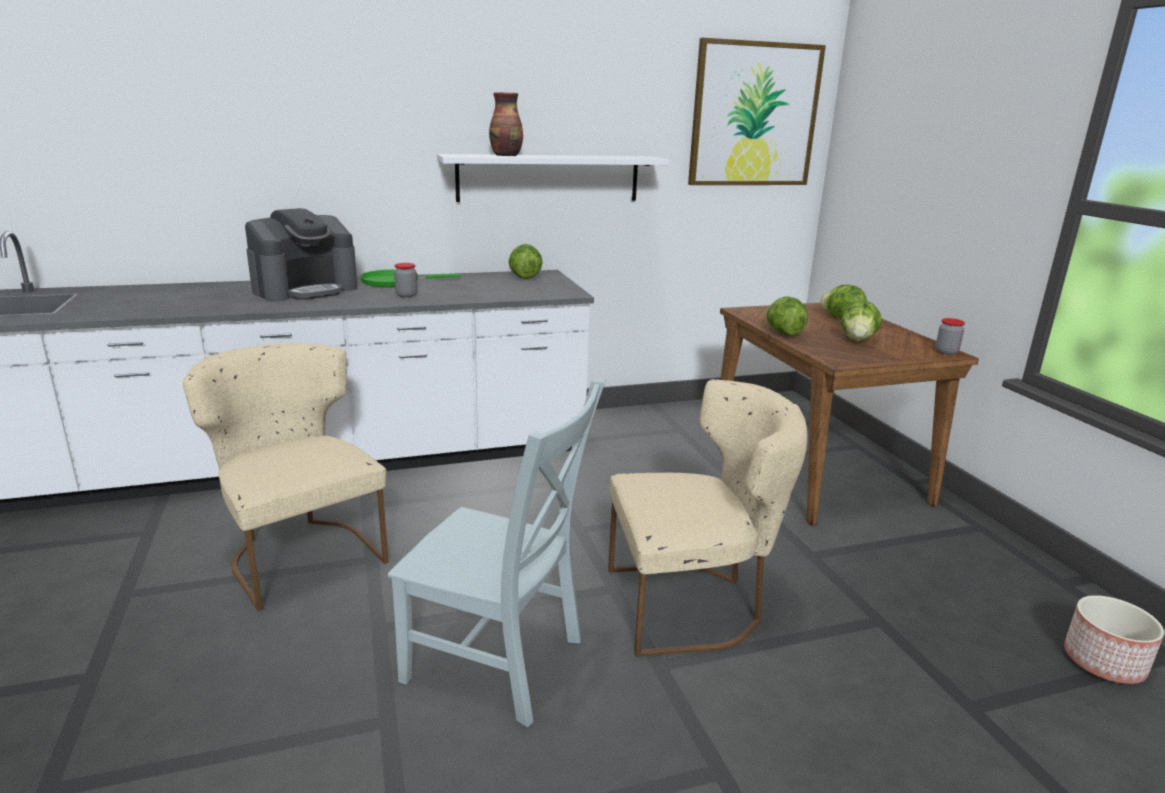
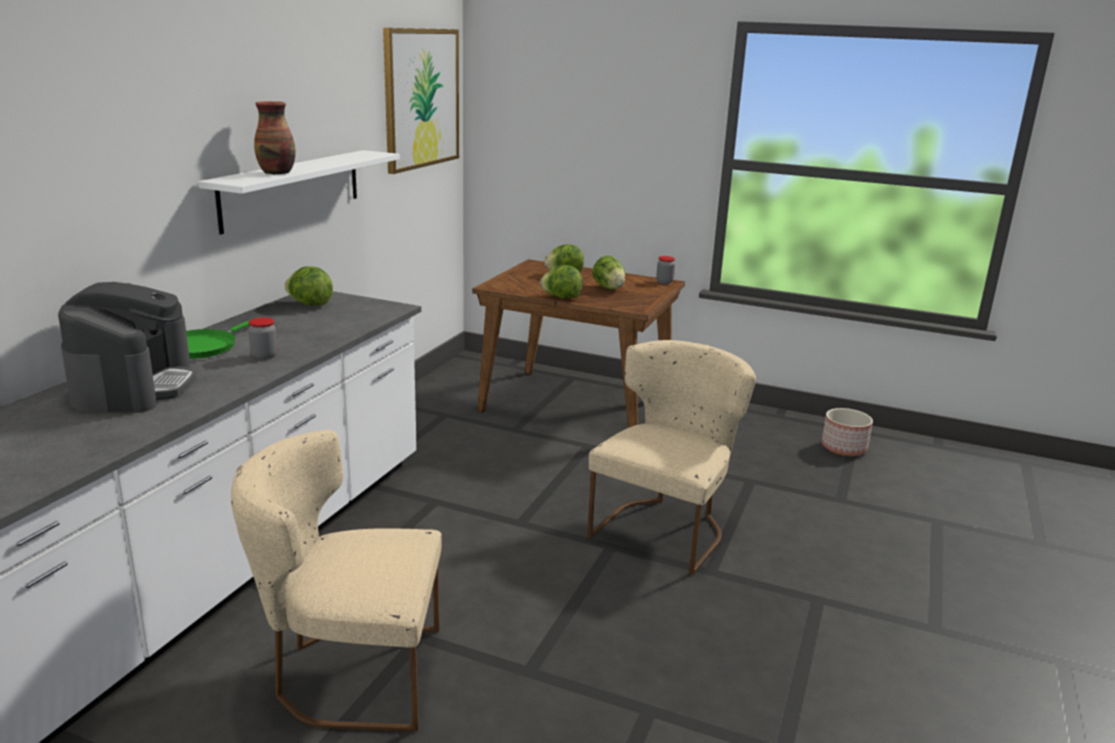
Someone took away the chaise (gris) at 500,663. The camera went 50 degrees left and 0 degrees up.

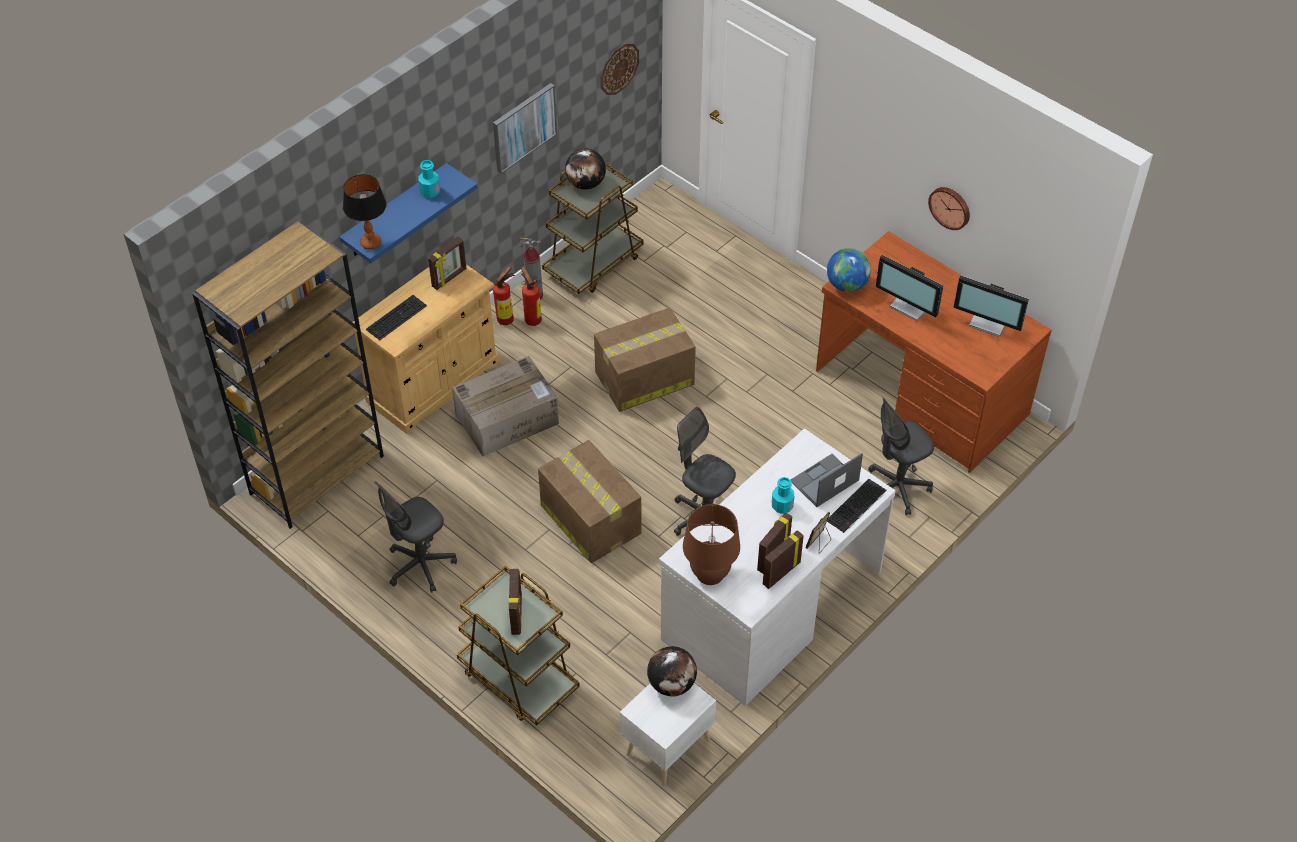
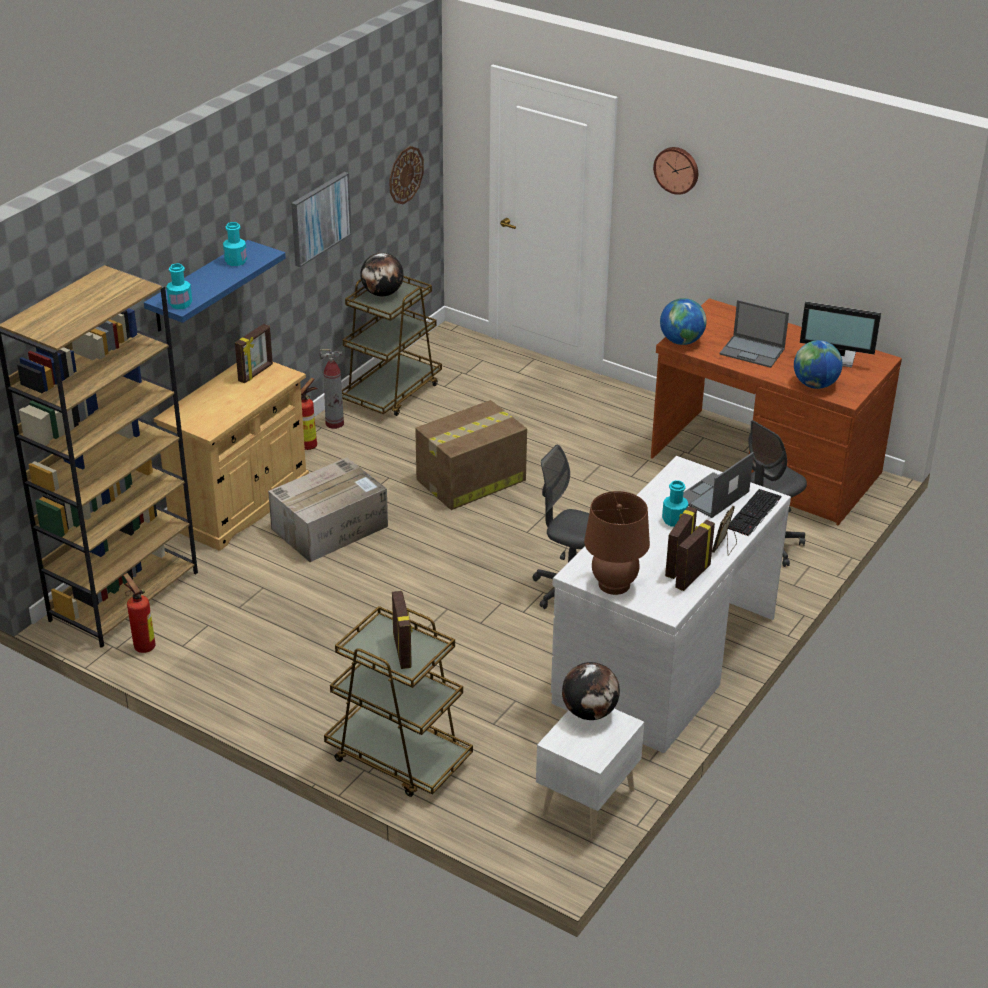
Someone swapped the lampe de table at 371,243 for the bouteille (turquoise) at 180,304. Someone carried the horloge murale from 950,207 to 677,169. Someone swapped the écran d'ordinateur at 911,306 for the ordinateur portable at 753,351. Someone carried the extincteur from 532,319 to 143,645. Someone took away the clavier at 396,317. Someone took away the carton at 589,518. Someone took away the chaise de bureau (gris) at 420,565. Someone put down the globe at 815,385. The camera went 10 degrees left and 15 degrees down.

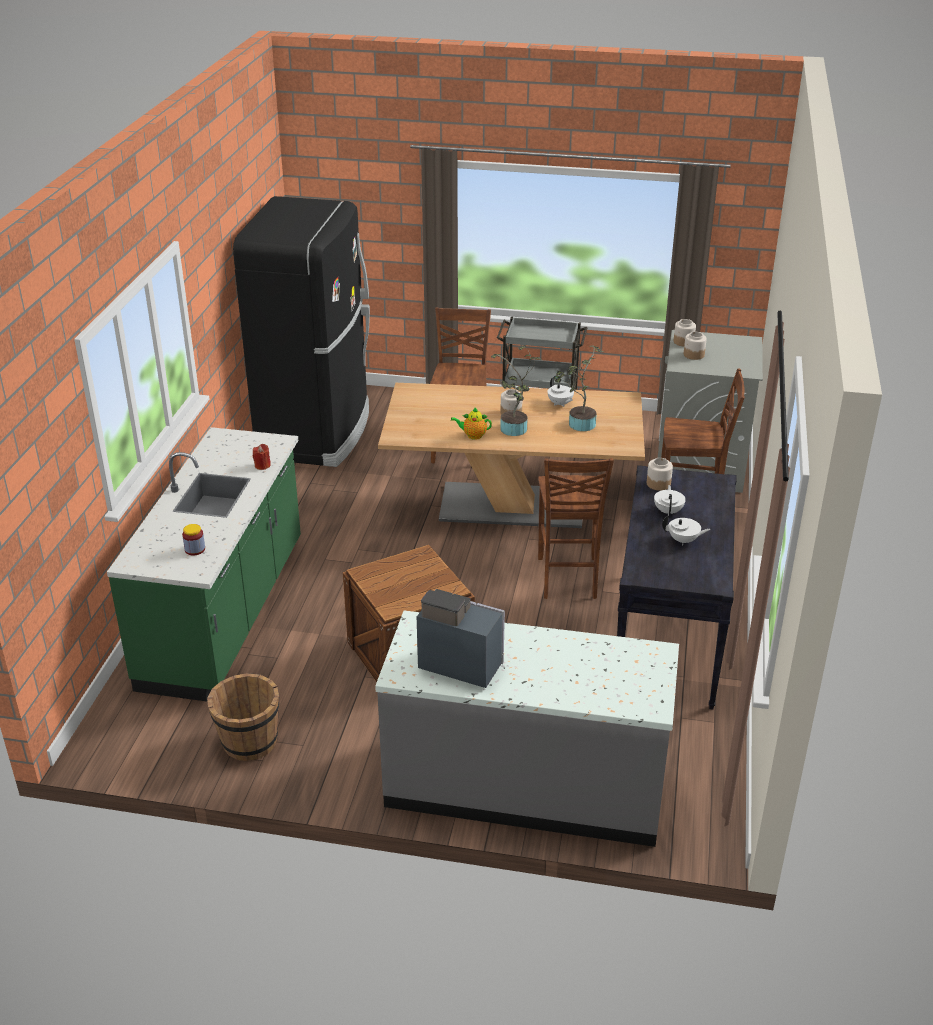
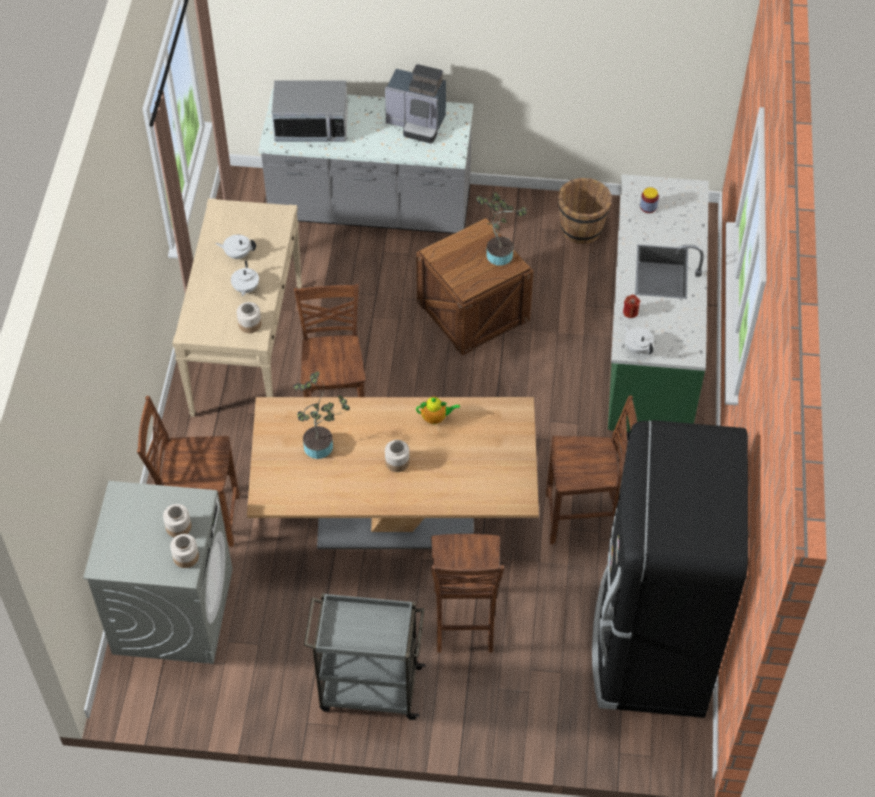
Someone carried the plante en pot from 514,431 to 498,252. Someone carried the théière (blanc) from 560,404 to 637,347. Someone repainted the table console (noir) at 669,638, which became the table console (beige) at 247,349. Someone put down the micro-ondes at 311,126. Someone put down the chaise (marron) at 584,519. The camera went 175 degrees right and 20 degrees up.

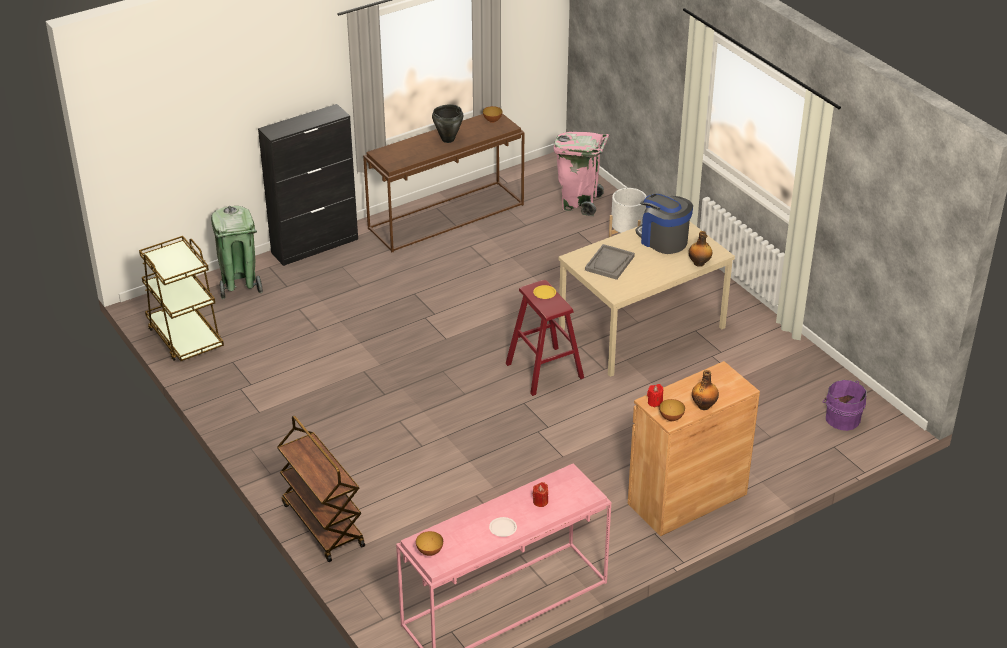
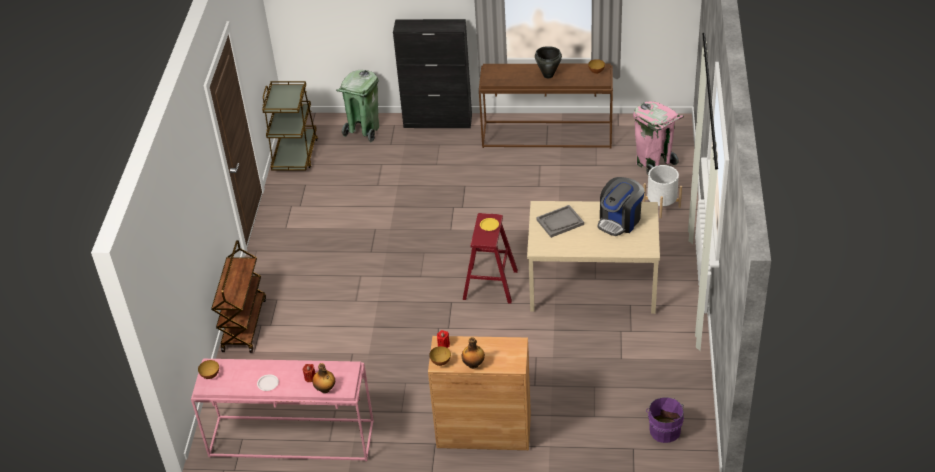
Someone rotated the machine à café at 663,240 by 135 degrees counterclockwise. Someone carried the bouteille from 699,263 to 325,389. The camera went 40 degrees right and 5 degrees up.

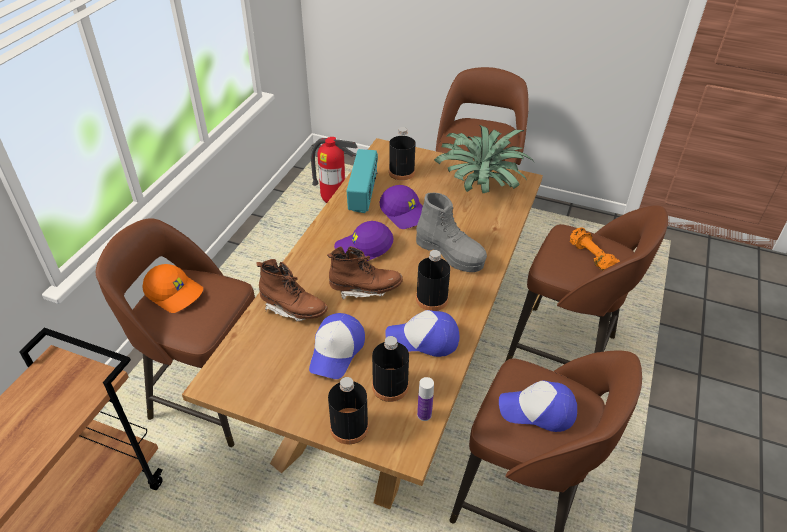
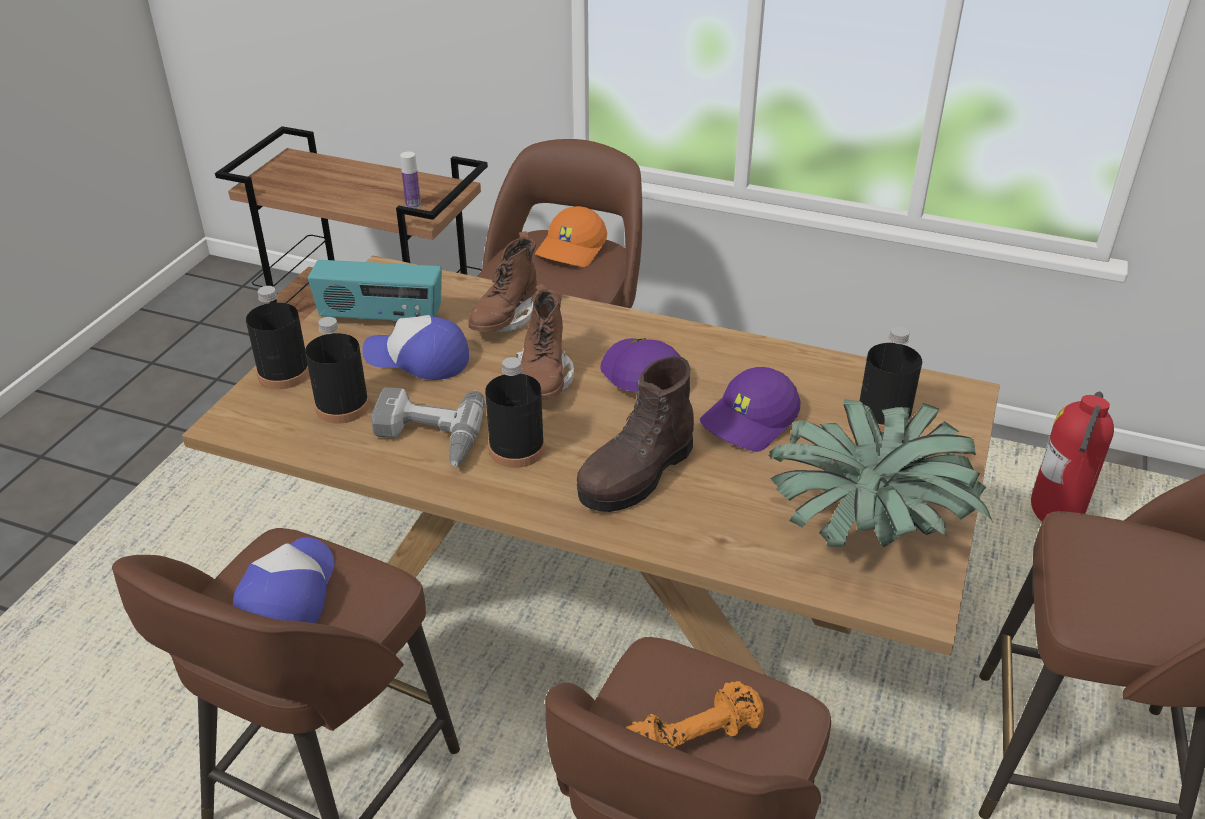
Someone carried the radio from 363,195 to 381,319. Someone repainted the botte (gris) at 450,253, which became the botte (marron) at 637,475. Someone swapped the casquette at 423,339 for the perceuse at 427,438. Someone carried the bouteille from 424,415 to 413,205. The camera went 90 degrees right and 5 degrees down.

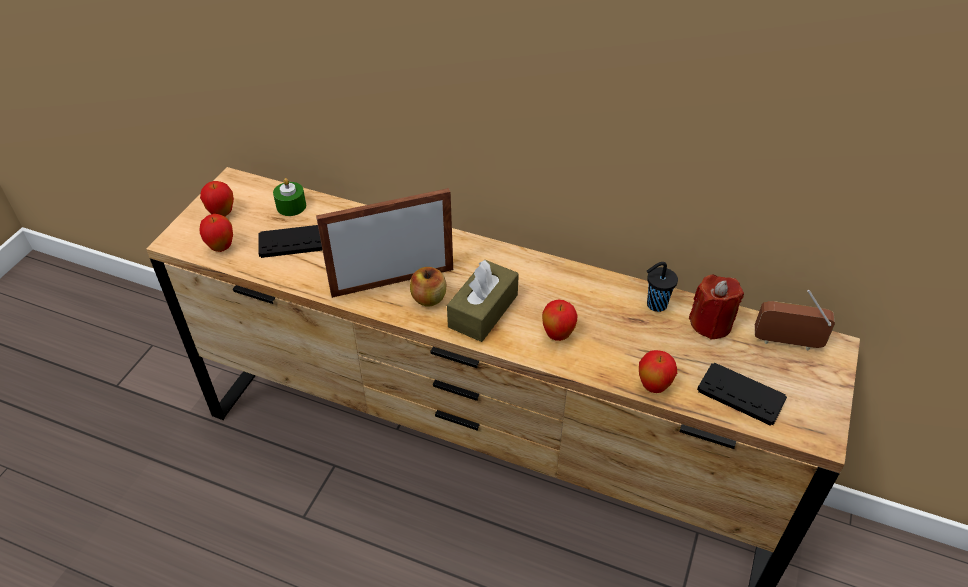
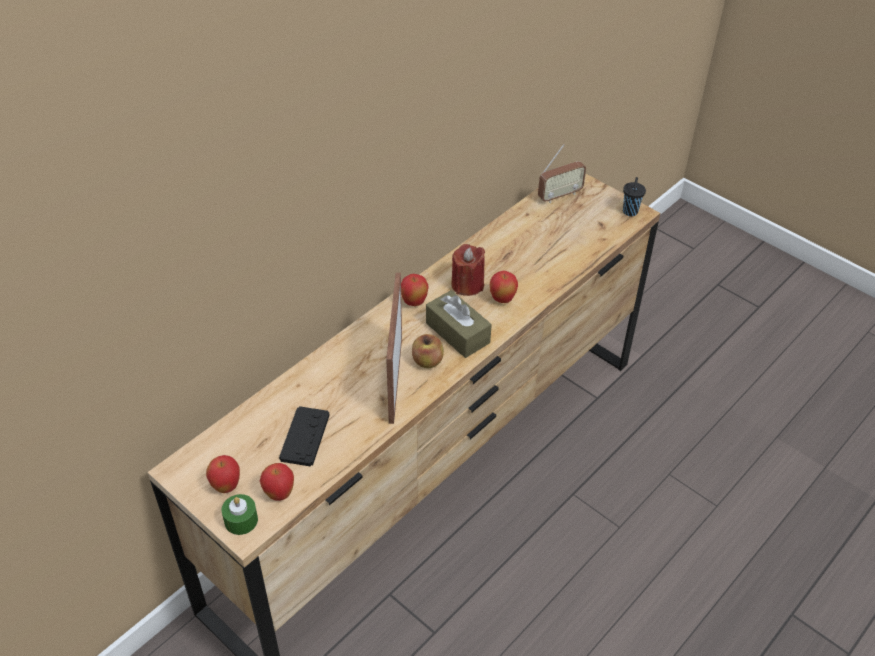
Someone carried the bougie (vert) from 291,206 to 241,520. Someone carried the tasse (noir) from 655,305 to 630,212. Someone carried the bougie (rouge) from 711,323 to 467,285. Someone rotated the radio at 786,342 by 150 degrees counterclockwise. Someone carried the pomme from 653,386 to 414,303. Someone took away the manette (noir) at 741,395. The camera went 70 degrees left and 0 degrees up.

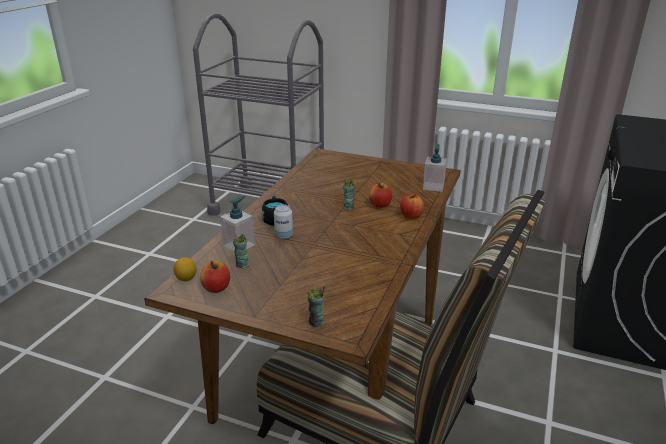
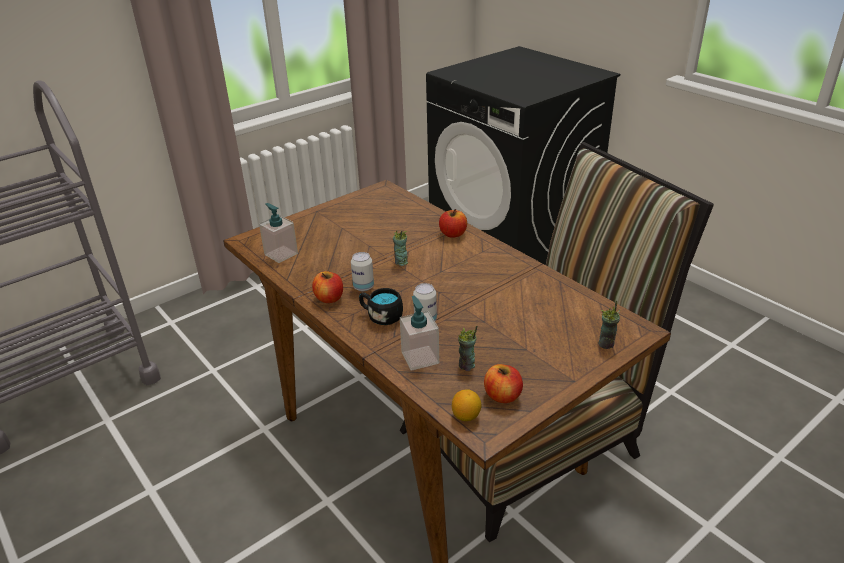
Someone carried the distributeur de savon from 433,186 to 281,254. Someone carried the pomme from 380,205 to 329,298. Someone put down the boîte métallique at 363,287. The camera went 60 degrees left and 5 degrees up.

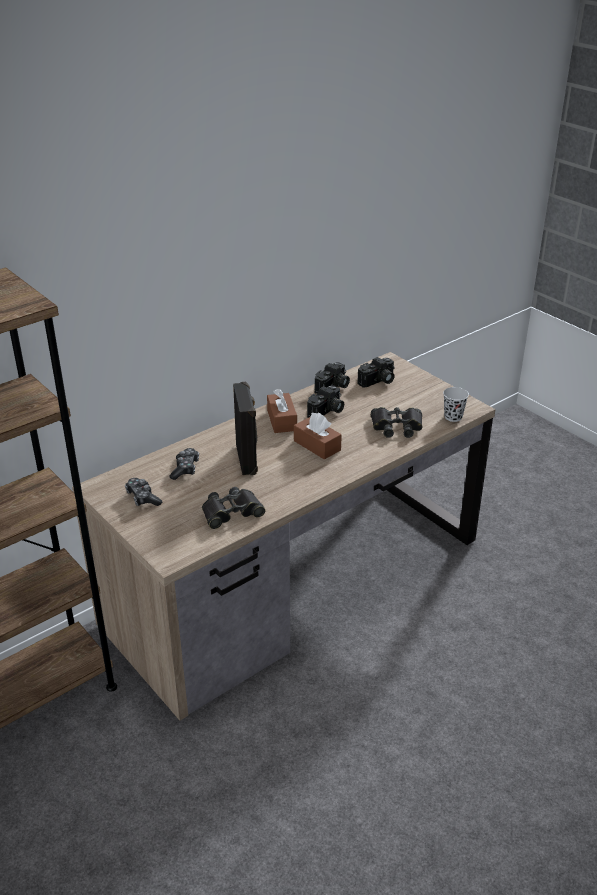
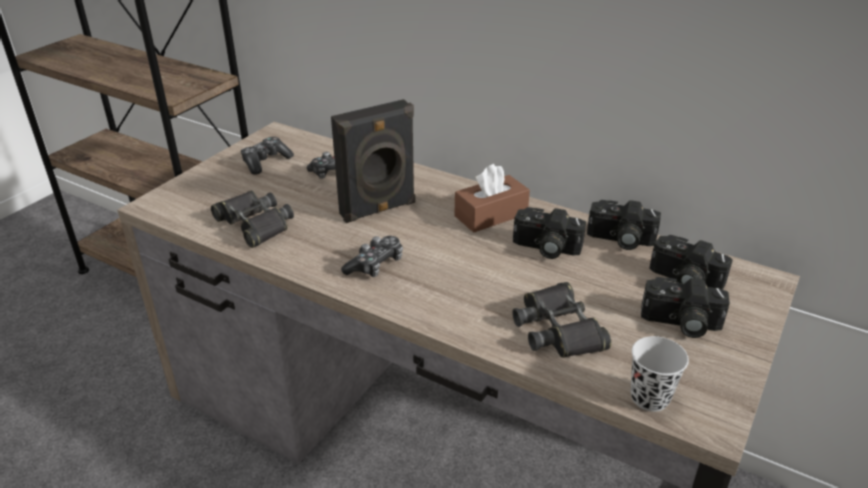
Someone took away the boîte à mouchoirs (marron) at 317,445. Someone put down the manette at 375,265. Someone put down the appareil photo at 680,323. The camera went 70 degrees right and 0 degrees up.

